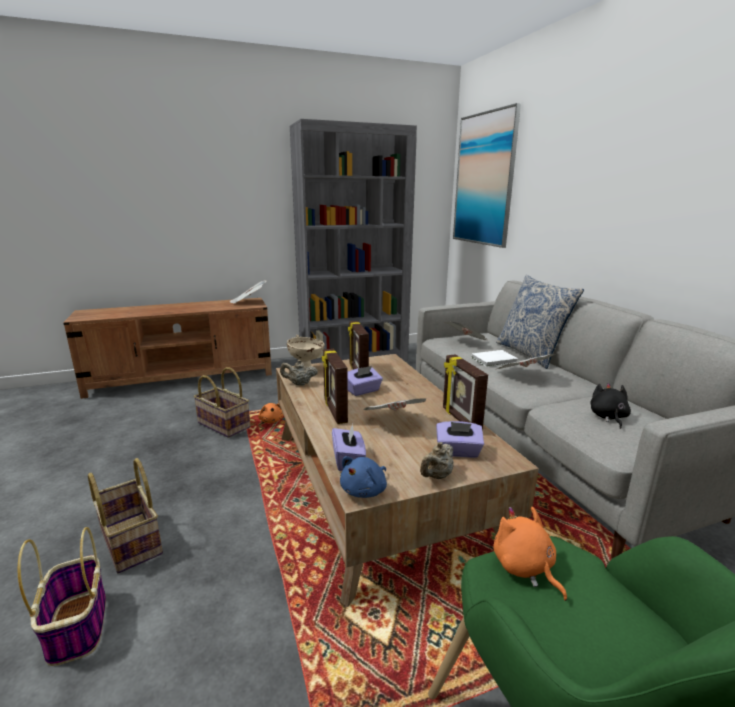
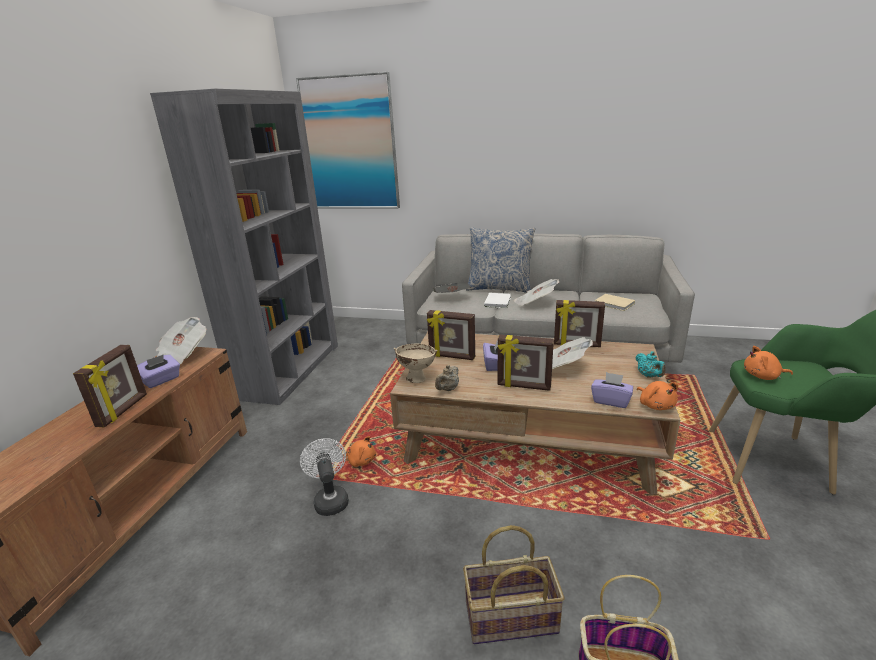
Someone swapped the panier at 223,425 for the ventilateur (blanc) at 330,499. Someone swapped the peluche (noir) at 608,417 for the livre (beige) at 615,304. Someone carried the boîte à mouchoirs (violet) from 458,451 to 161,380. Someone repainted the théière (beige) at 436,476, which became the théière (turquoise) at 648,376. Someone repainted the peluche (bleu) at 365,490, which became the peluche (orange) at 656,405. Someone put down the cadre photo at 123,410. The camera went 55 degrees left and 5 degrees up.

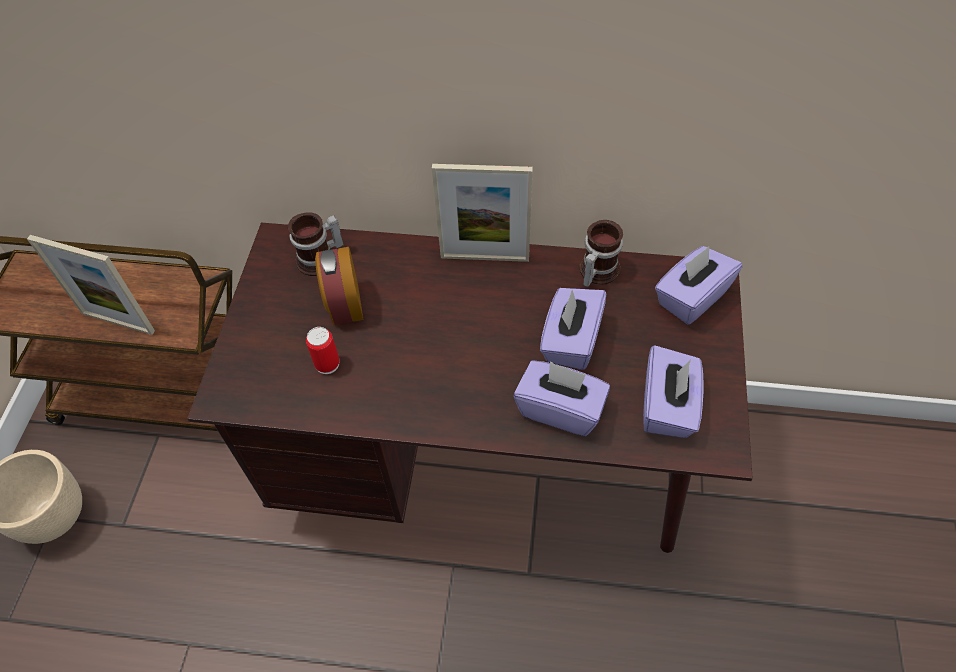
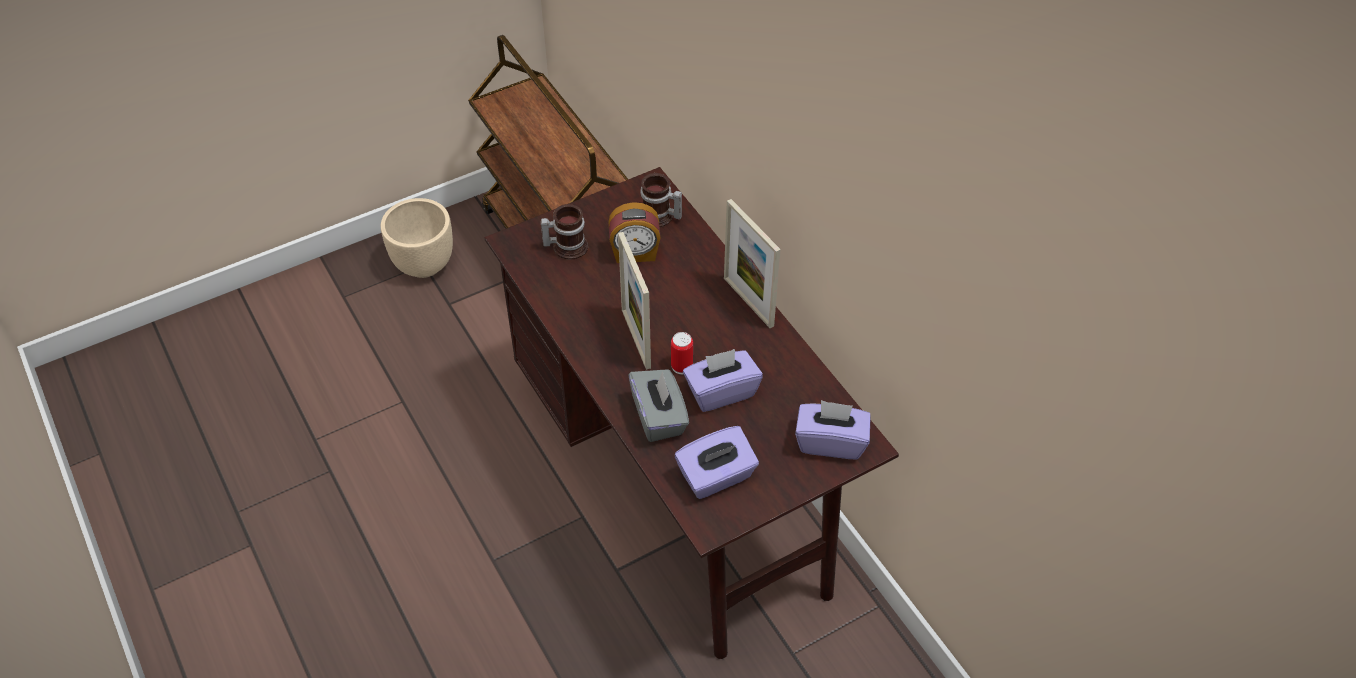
Someone carried the mug from 595,271 to 566,246. Someone carried the cadre photo from 118,322 to 636,338. Someone rotated the réveil at 344,304 by 135 degrees counterclockwise. Someone carried the boîte métallique from 327,364 to 681,366. Someone repainted the boîte à mouchoirs (violet) at 560,409, which became the boîte à mouchoirs (gris) at 659,417. The camera went 50 degrees right and 5 degrees down.

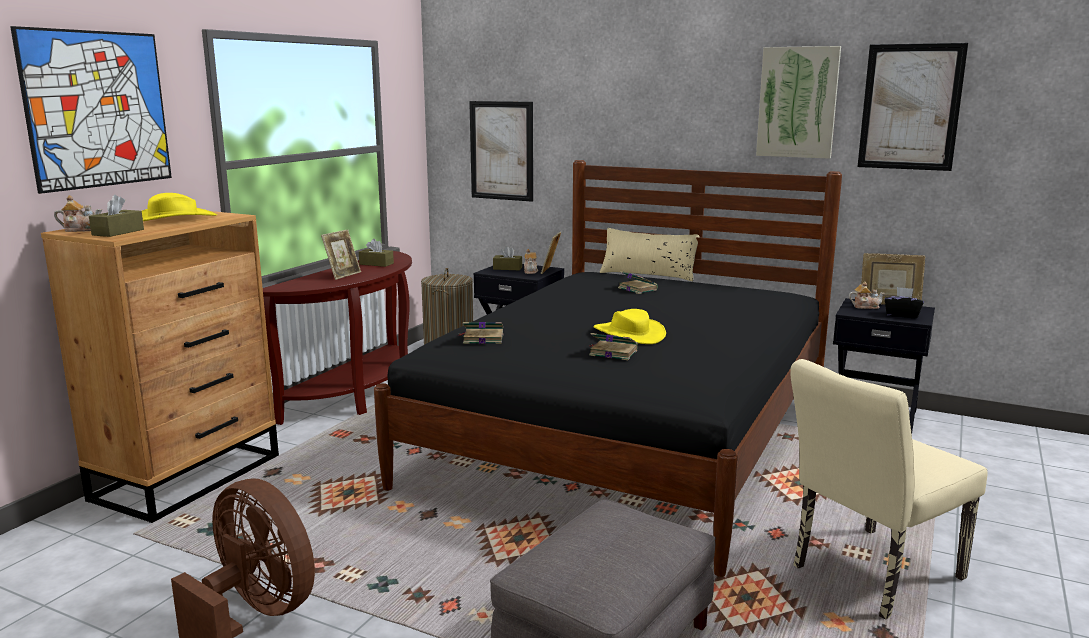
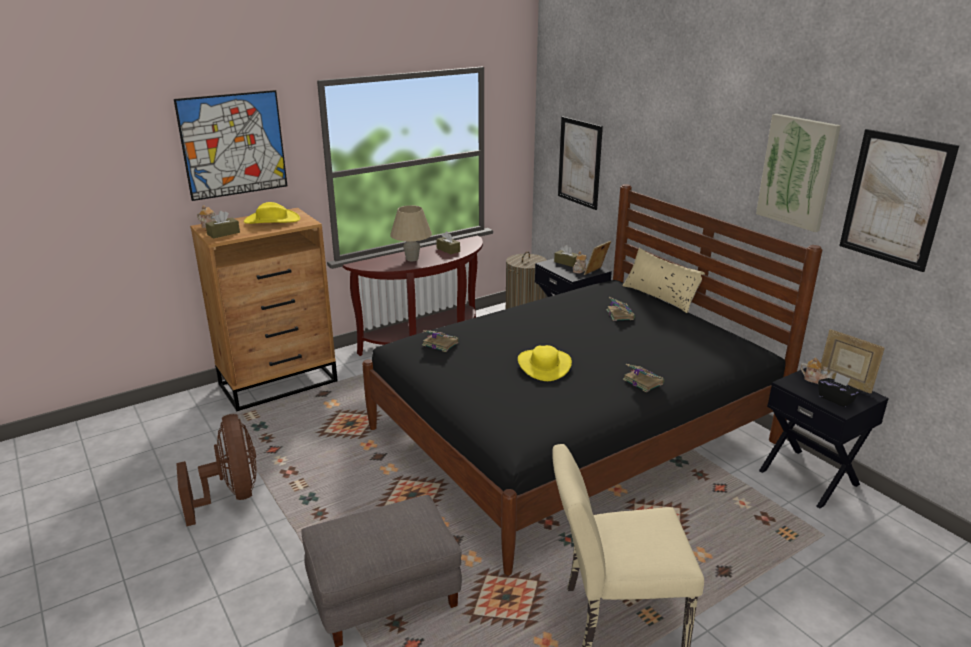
Someone swapped the cadre photo at 343,275 for the lampe de table (beige) at 412,259. Someone carried the livre from 612,352 to 642,381. The camera went 30 degrees right and 10 degrees up.

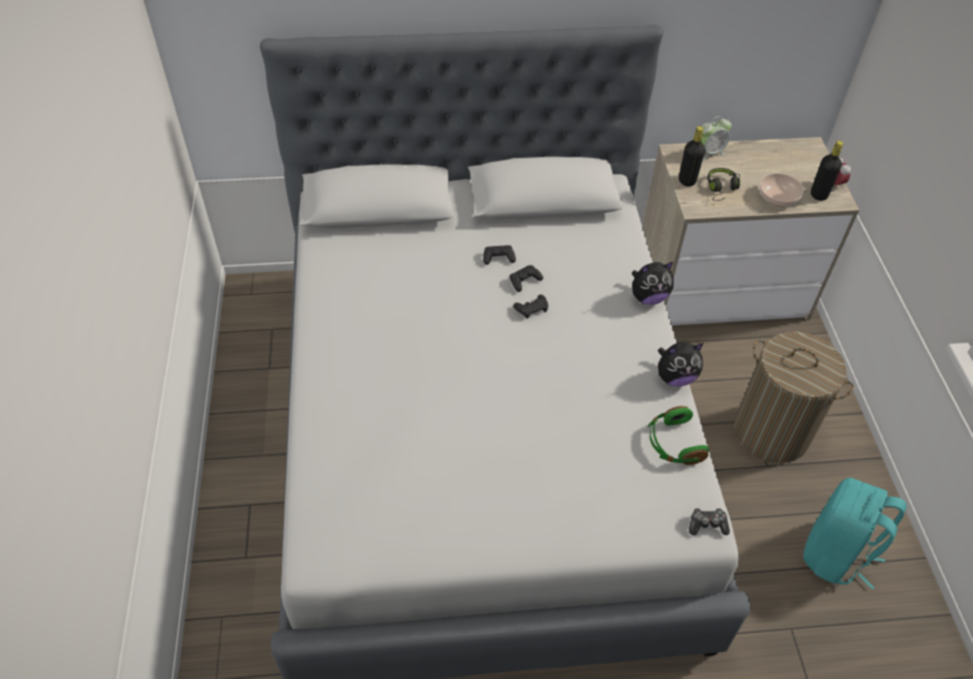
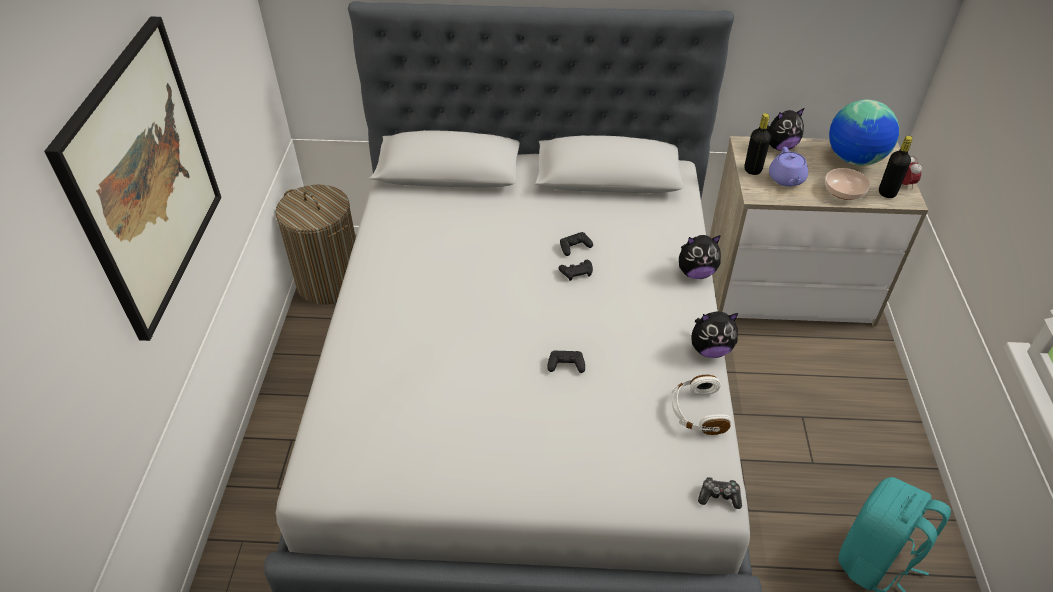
Someone swapped the réveil at 709,153 for the peluche at 780,147. Someone swapped the casque audio (noir) at 721,188 for the théière (violet) at 786,179. Someone carried the manette (noir) from 498,258 to 566,364. Someone carried the panier à linge from 772,431 to 330,282. Someone repainted the casque audio (vert) at 673,443, which became the casque audio (blanc) at 697,412. Someone put up the tableau at 144,178. Someone put down the globe at 854,159. The camera went 10 degrees right and 5 degrees down.

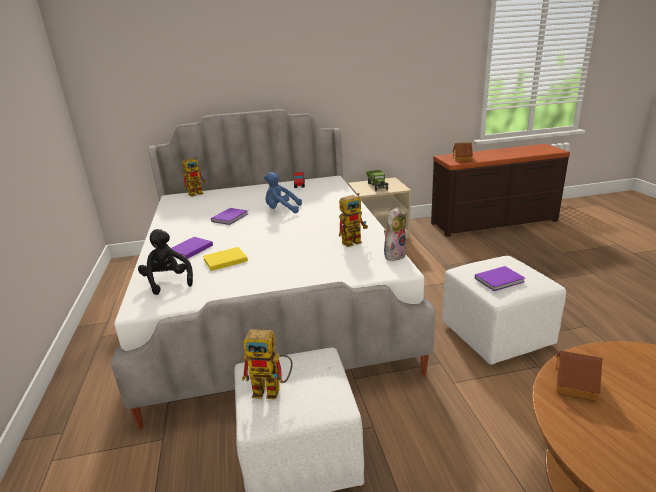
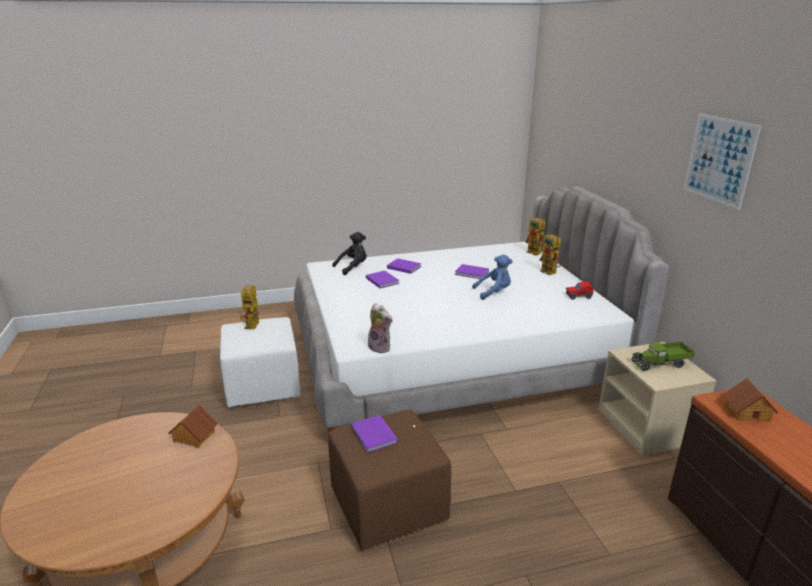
Someone rotated the peluche (bleu) at 281,210 by 75 degrees clockwise. Someone carried the robot jouet from 354,241 to 551,273. Someone repainted the livre (jaune) at 224,260, which became the livre (violet) at 382,280. Someone repainted the pouf (blanc) at 495,335, which became the pouf (marron) at 389,505. Someone put up the tableau at 719,160. The camera went 85 degrees right and 0 degrees up.

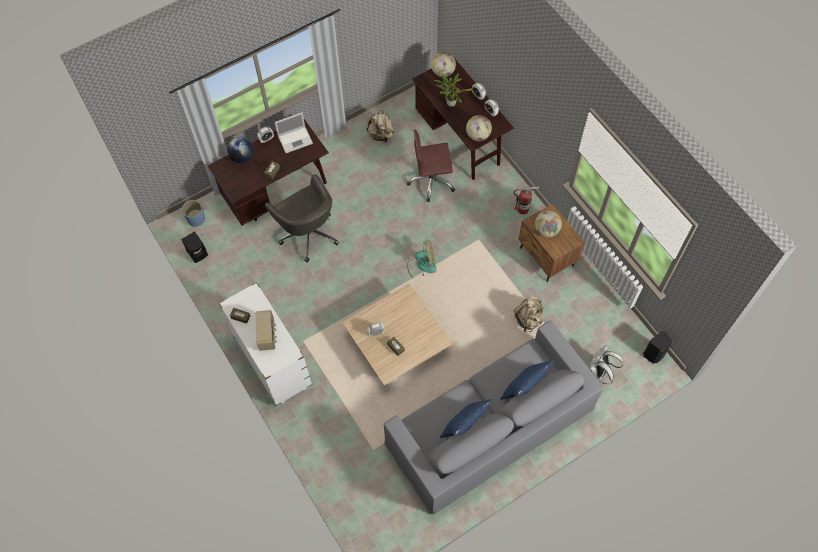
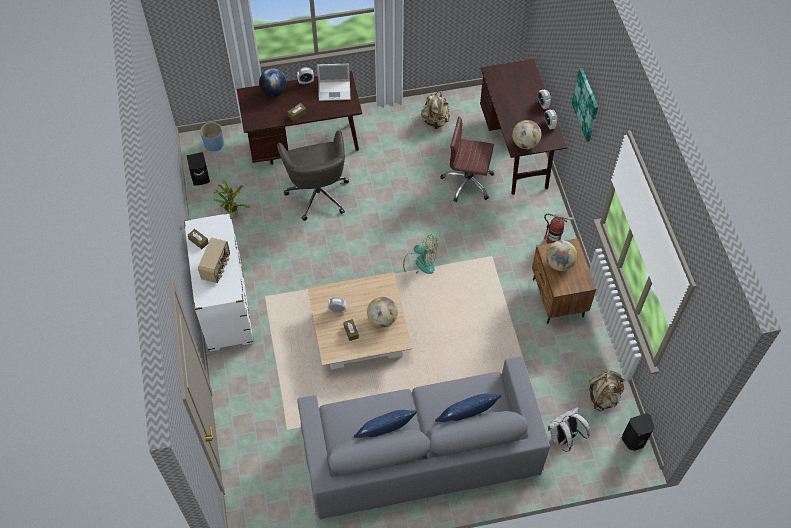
Someone carried the globe from 443,72 to 382,319. Someone carried the plante en pot from 450,102 to 232,213. Someone carried the sac à dos (beige) from 528,319 to 604,396. Someone put up the tableau at 586,104. The camera went 20 degrees right and 5 degrees down.

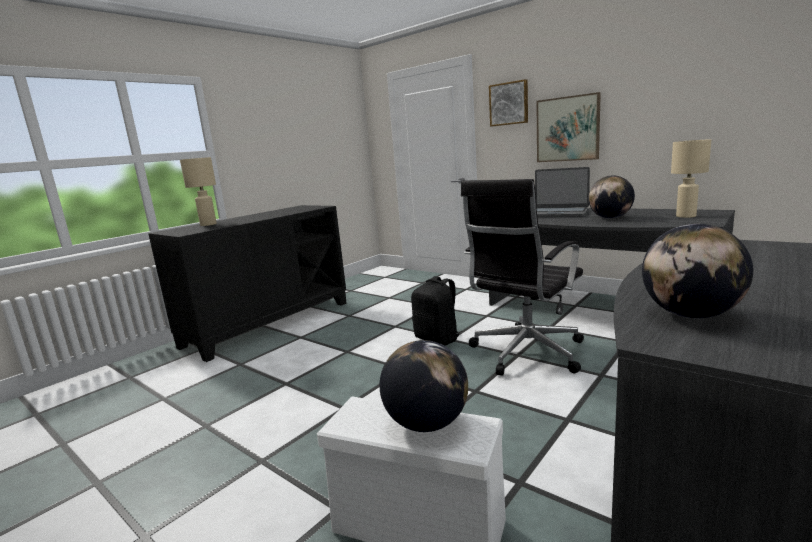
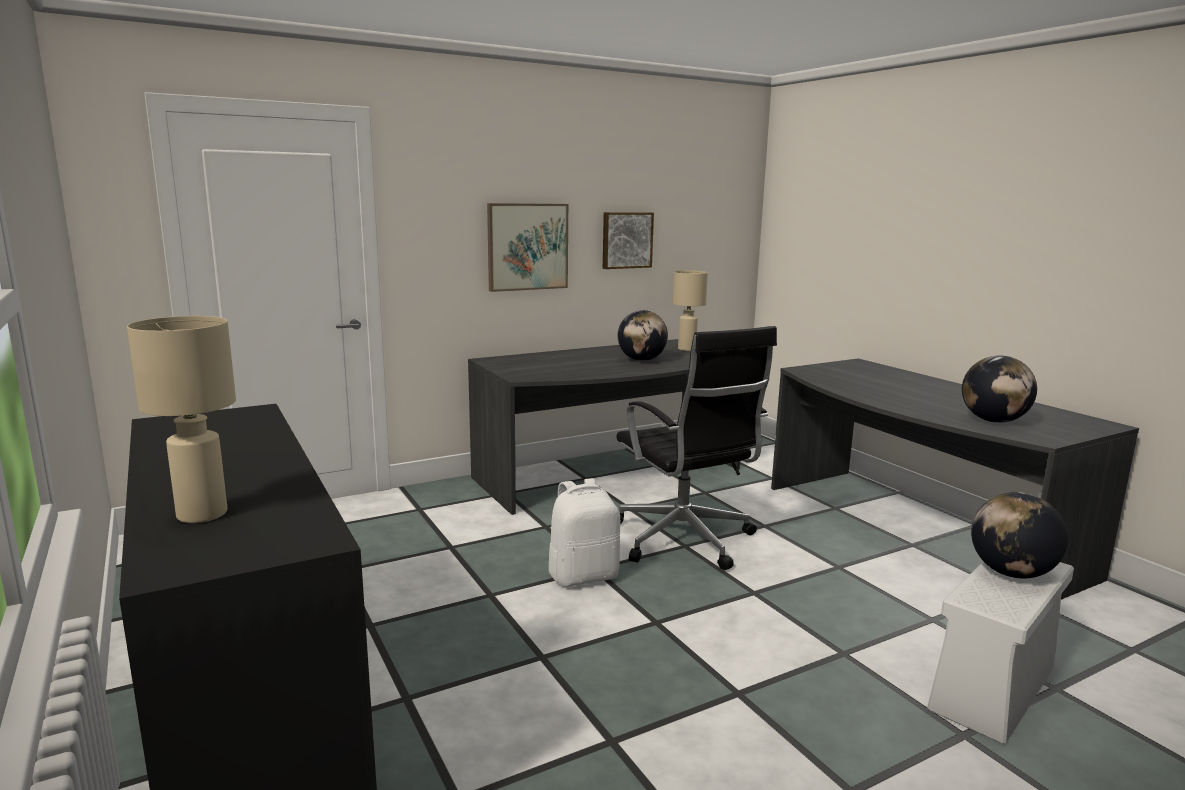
Someone carried the tableau from 509,103 to 626,240. Someone took away the ordinateur portable at 558,214. Someone repainted the sac à dos (noir) at 438,339, which became the sac à dos (blanc) at 584,576. The camera went 70 degrees left and 0 degrees up.

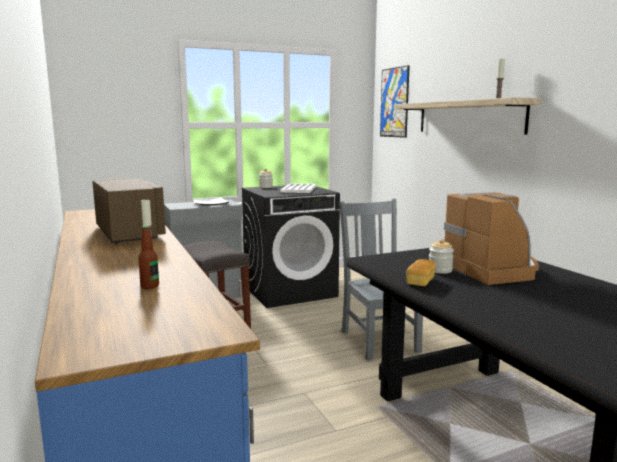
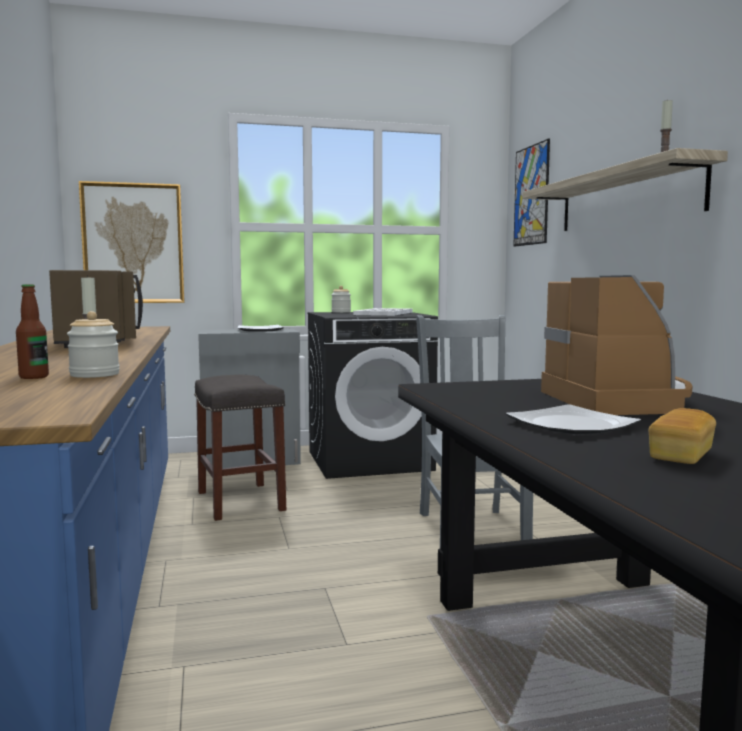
Someone carried the bocal from 440,270 to 94,375. Someone carried the pain from 420,281 to 681,456. Someone put up the tableau at 133,243. Someone put down the assiette at 569,425. The camera went 10 degrees right and 5 degrees down.

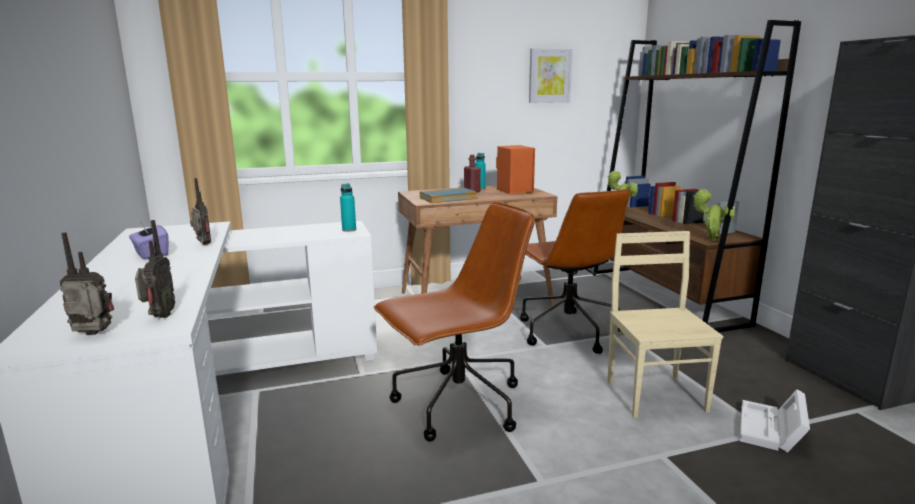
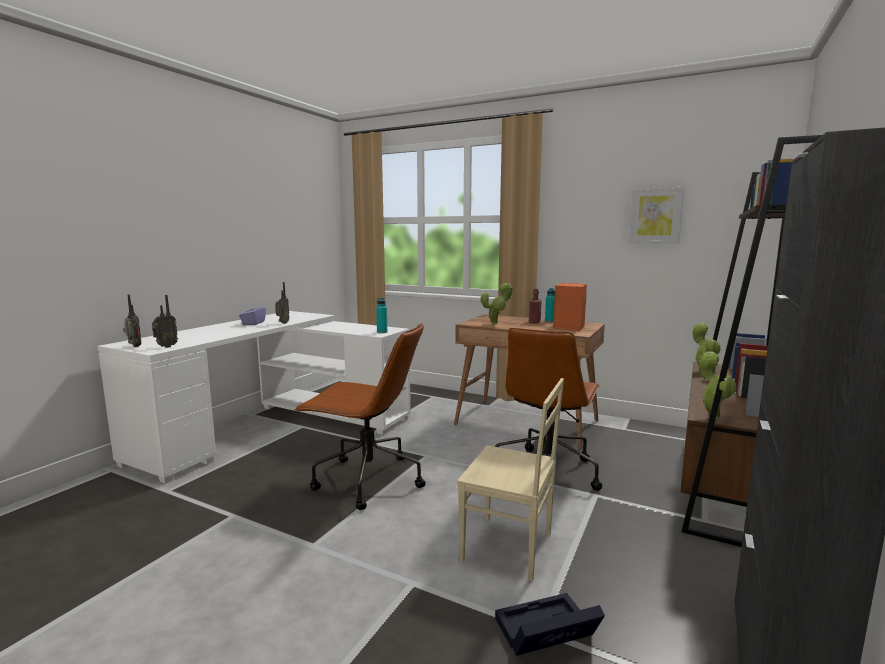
Someone swapped the livre at 448,198 for the plante en pot at 496,323. Someone rotated the chaise (beige) at 656,395 by 75 degrees clockwise. Someone repainted the boîte de rangement (blanc) at 771,431, which became the boîte de rangement (noir) at 544,634. The camera went 45 degrees right and 5 degrees down.

